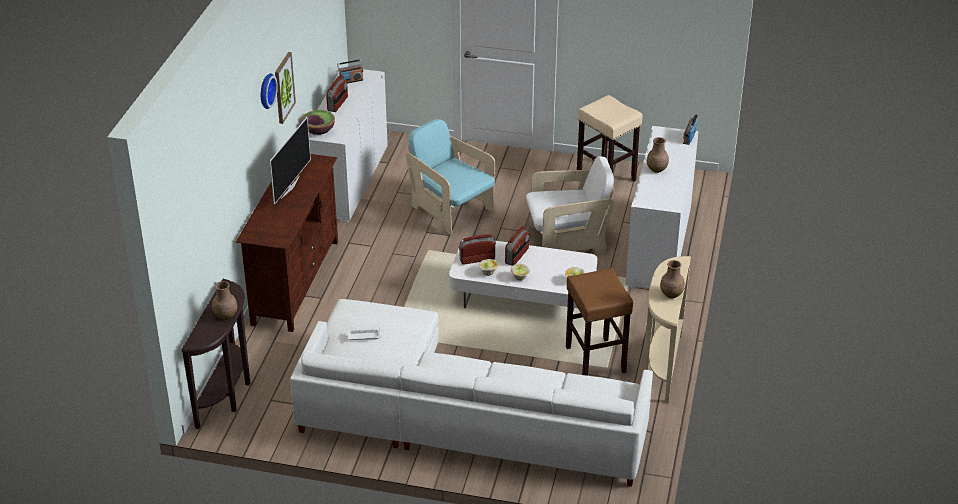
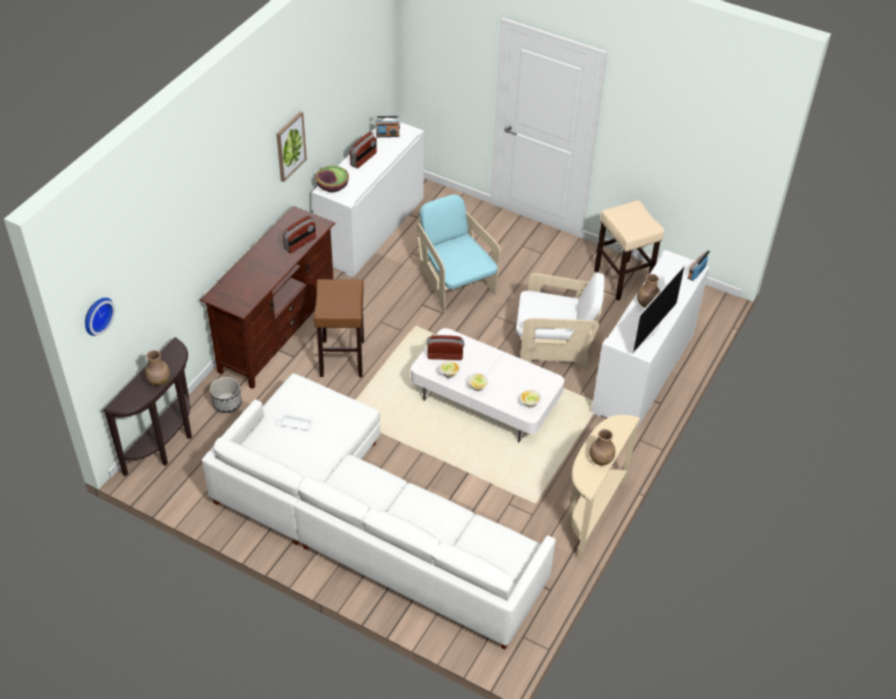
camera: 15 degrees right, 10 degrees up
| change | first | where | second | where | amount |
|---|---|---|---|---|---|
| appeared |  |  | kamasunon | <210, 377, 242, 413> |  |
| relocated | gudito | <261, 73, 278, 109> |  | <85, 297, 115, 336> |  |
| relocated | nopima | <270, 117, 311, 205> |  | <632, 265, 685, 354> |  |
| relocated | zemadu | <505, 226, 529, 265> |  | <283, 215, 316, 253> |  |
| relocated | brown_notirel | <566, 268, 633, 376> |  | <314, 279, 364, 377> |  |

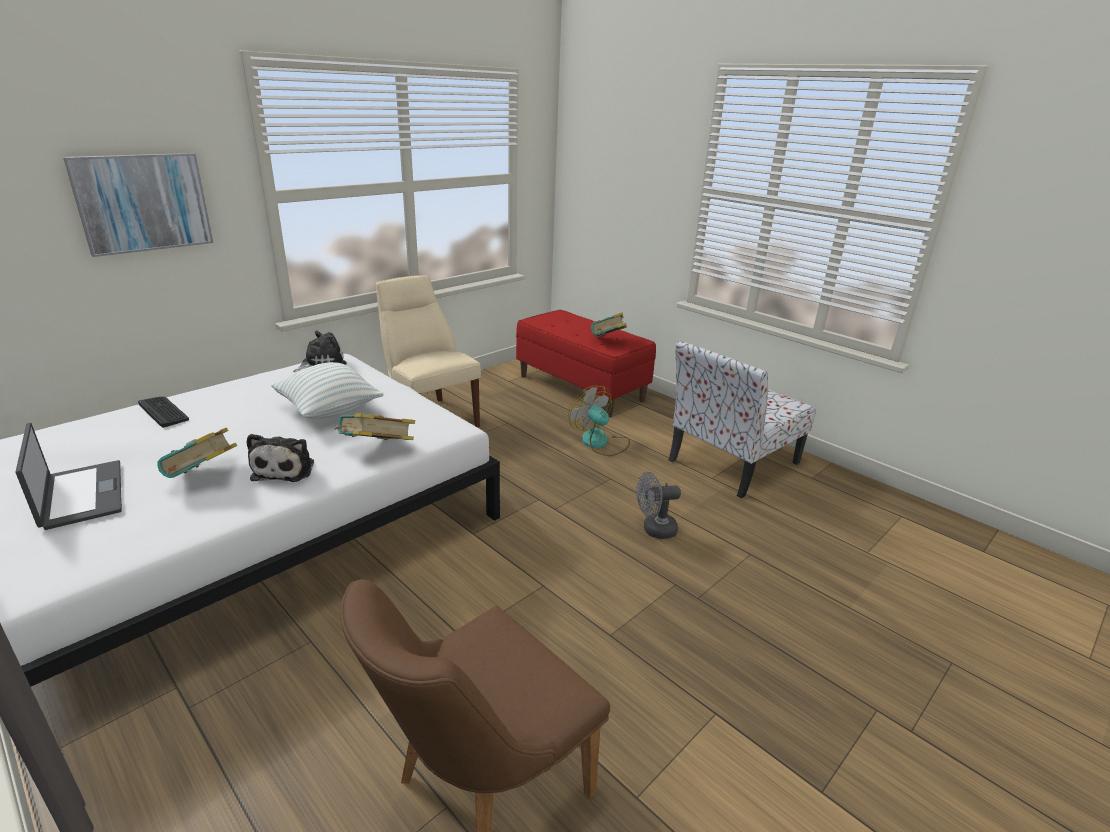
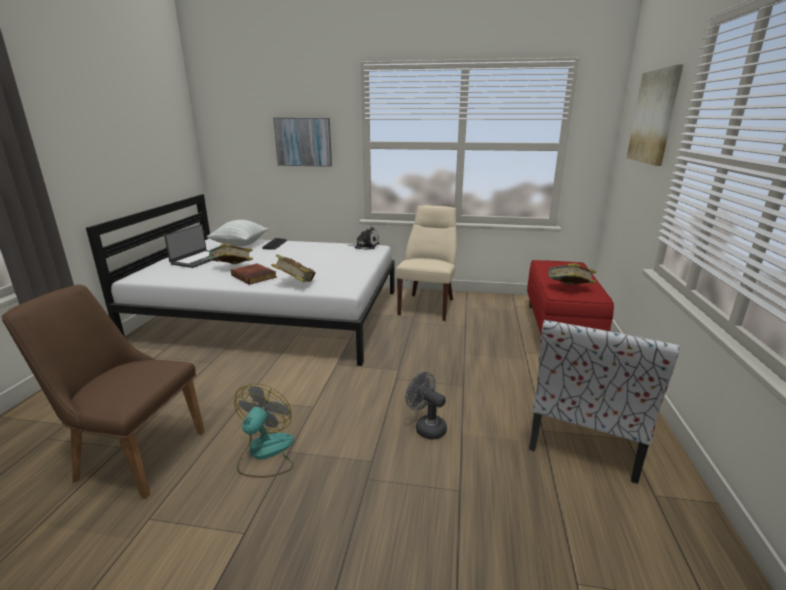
camera: 55 degrees right, 5 degrees down
| change | first | where | second | where | amount |
|---|---|---|---|---|---|
| appeared |  |  | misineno | <627, 64, 683, 166> |  |
| relocated | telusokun | <271, 362, 384, 419> |  | <206, 220, 268, 247> |  |
| relocated | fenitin | <568, 385, 630, 456> |  | <234, 383, 294, 478> |  |
| exchanged | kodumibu | <247, 434, 314, 482> | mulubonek | <231, 263, 277, 285> |  |
| spun | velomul | <668, 340, 816, 498> |  | <529, 320, 680, 484> | 75 degrees counterclockwise |

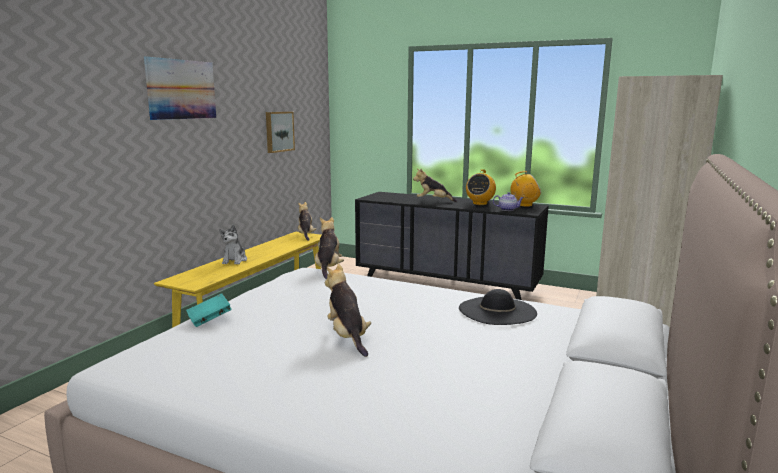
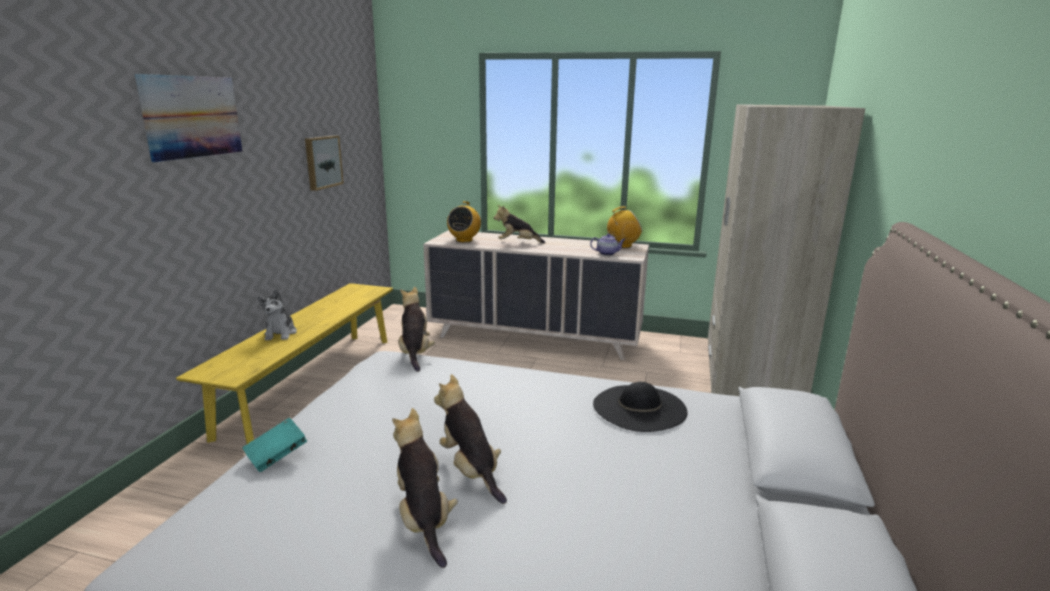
camera: 10 degrees left, 5 degrees up
| change | first | where | second | where | amount |
|---|---|---|---|---|---|
| relocated | kodumibu | <298, 202, 316, 241> |  | <392, 408, 458, 568> |  |
| relocated | zemadu | <466, 169, 496, 205> |  | <447, 201, 481, 242> |  |
| colour | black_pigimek | <355, 192, 549, 300> | beige_pigimek | <423, 230, 649, 360> |  |

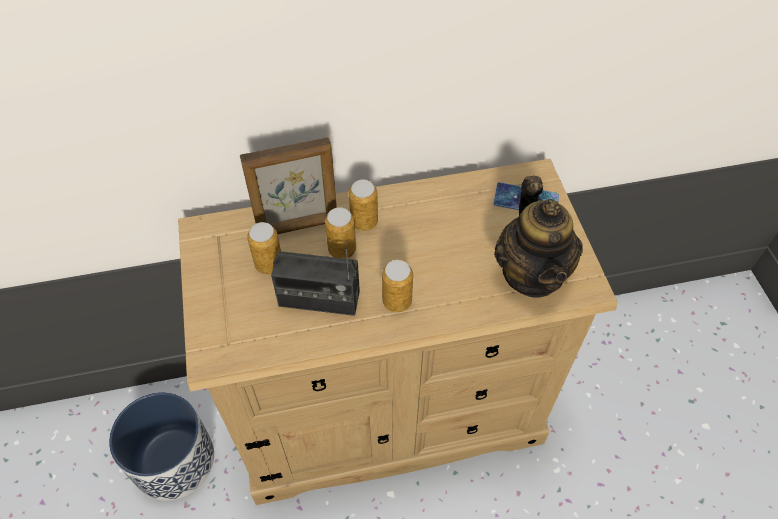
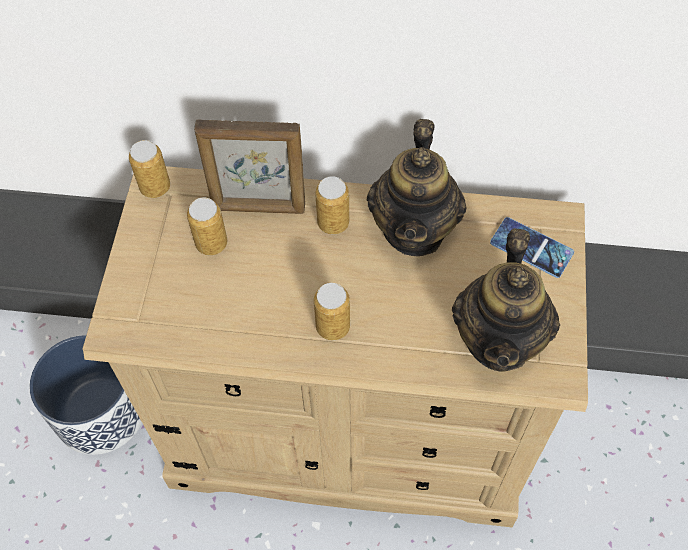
camera: 20 degrees right, 5 degrees up
| change | first | where | second | where | amount |
|---|---|---|---|---|---|
| missing | zemadu | <271, 240, 360, 316> |  |  |  |
| appeared |  |  | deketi | <367, 119, 467, 256> |  |
| relocated | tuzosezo | <325, 207, 356, 259> |  | <129, 140, 170, 198> |  |

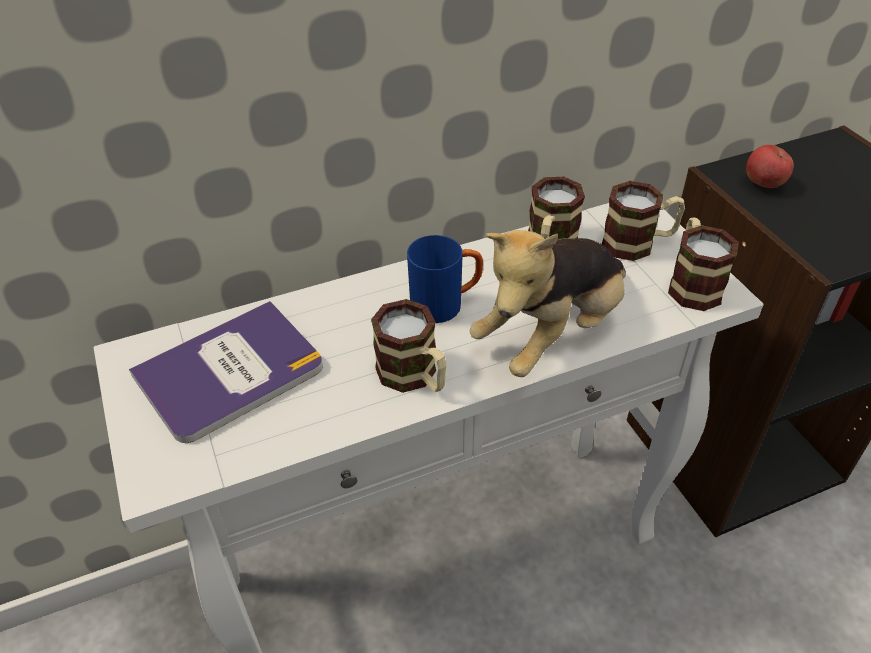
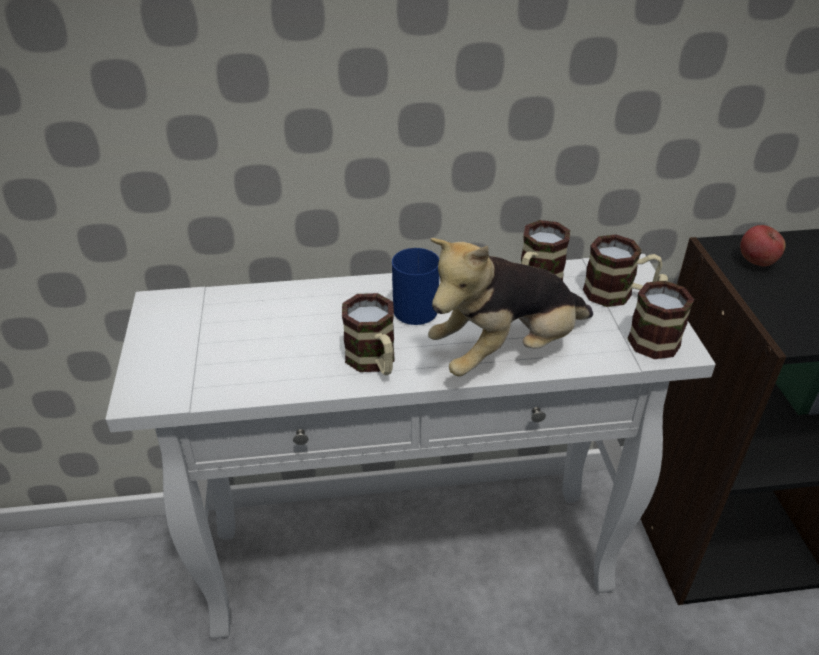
camera: 15 degrees right, 5 degrees down
| change | first | where | second | where | amount |
|---|---|---|---|---|---|
| missing | mulubonek | <129, 301, 323, 443> |  |  |  |

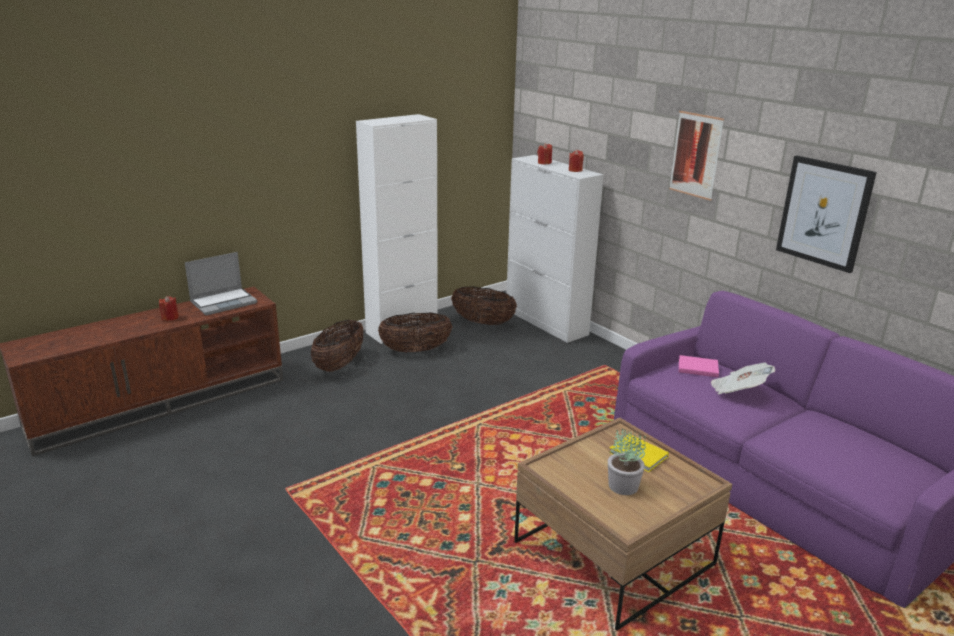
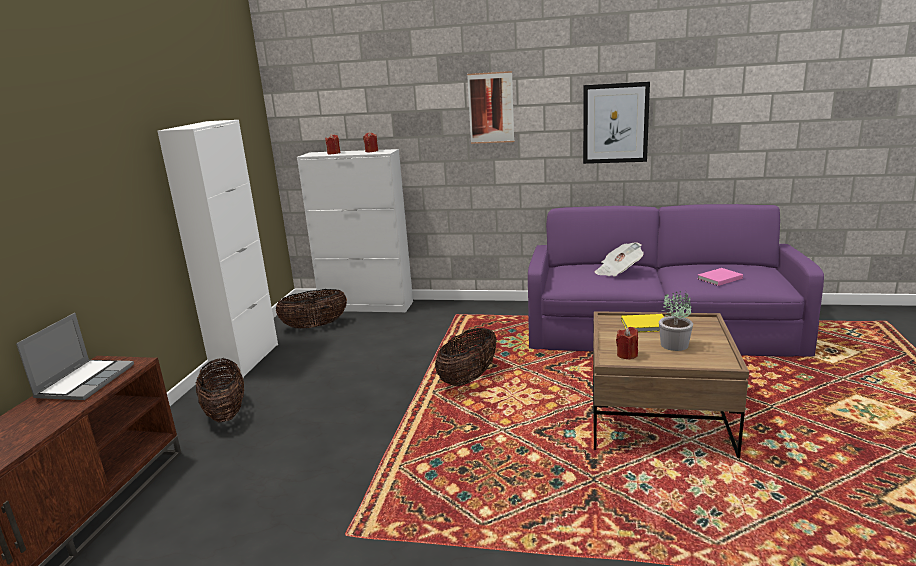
camera: 40 degrees left, 5 degrees down
| change | first | where | second | where | amount |
|---|---|---|---|---|---|
| relocated | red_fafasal | <159, 296, 179, 321> |  | <616, 327, 638, 360> |  |
| relocated | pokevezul | <378, 312, 452, 353> |  | <435, 328, 497, 386> |  |
| relocated | pink_mulubonek | <679, 355, 719, 377> |  | <697, 268, 743, 286> |  |

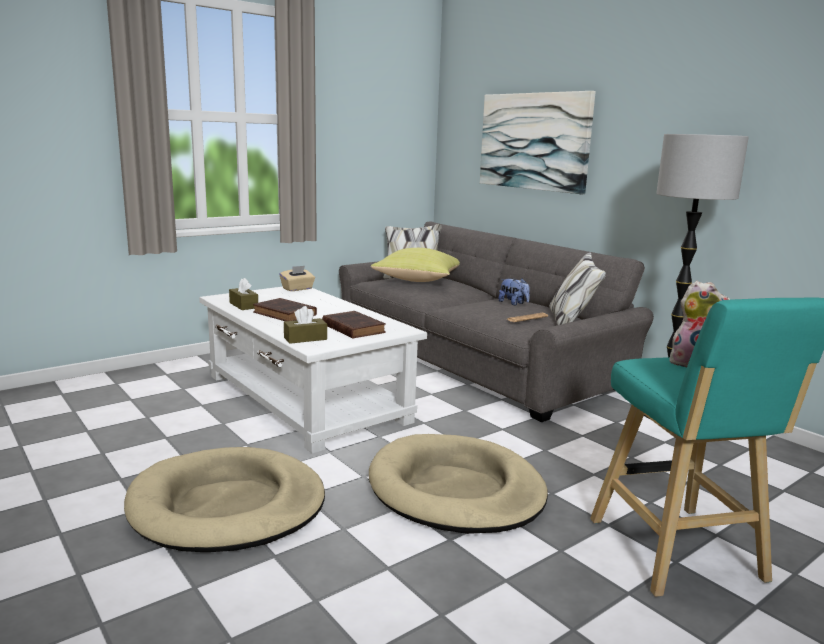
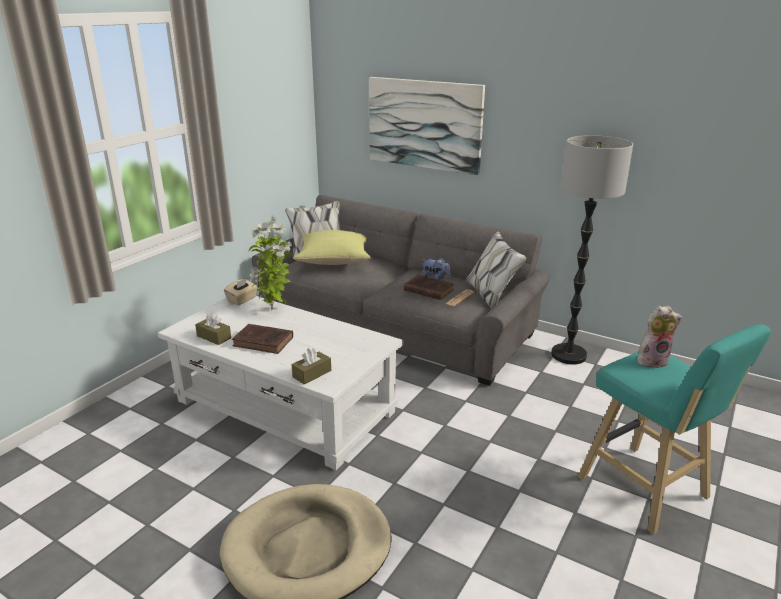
camera: 20 degrees left, 10 degrees up
| change | first | where | second | where | amount |
|---|---|---|---|---|---|
| missing | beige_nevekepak | <369, 434, 548, 534> |  |  |  |
| appeared |  |  | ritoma | <249, 221, 294, 310> |  |
| relocated | brown_mulubonek | <322, 311, 386, 339> |  | <404, 275, 454, 300> |  |

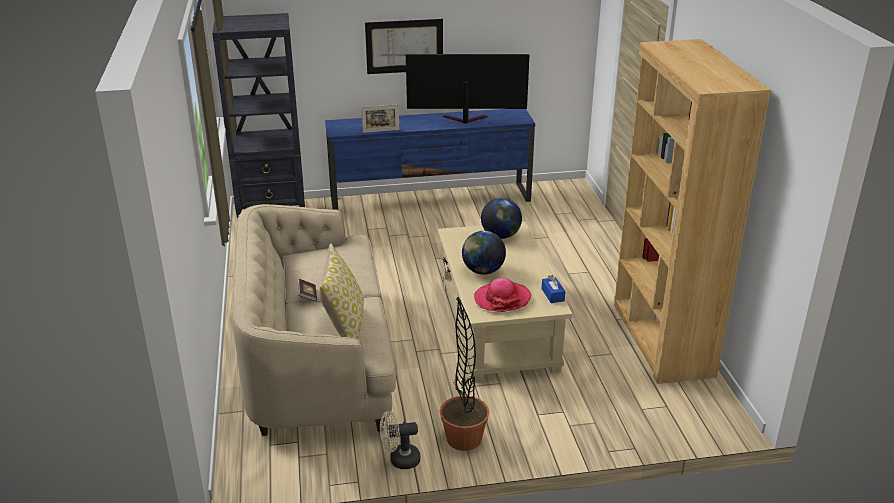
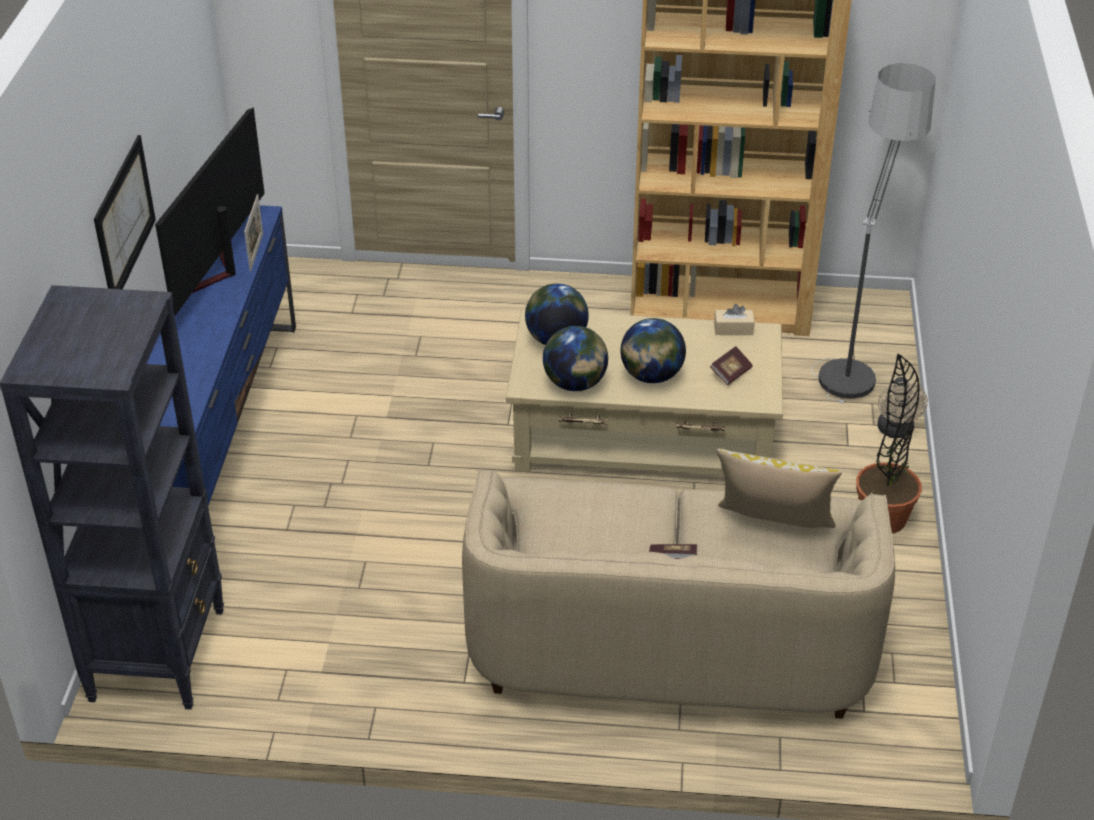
camera: 75 degrees left, 10 degrees up
| change | first | where | second | where | amount |
|---|---|---|---|---|---|
| appeared |  |  | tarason | <543, 326, 608, 391> |  |
| appeared |  |  | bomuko | <811, 63, 936, 403> |  |
| relocated | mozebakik | <361, 104, 400, 133> |  | <244, 194, 263, 271> |  |
| relocated | beige_fenitin | <380, 411, 421, 469> |  | <877, 377, 928, 438> |  |
| exchanged | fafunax | <474, 278, 531, 312> | mulubonek | <710, 346, 753, 385> |  |
| colour | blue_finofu | <542, 275, 565, 303> | beige_finofu | <714, 304, 755, 335> |  |

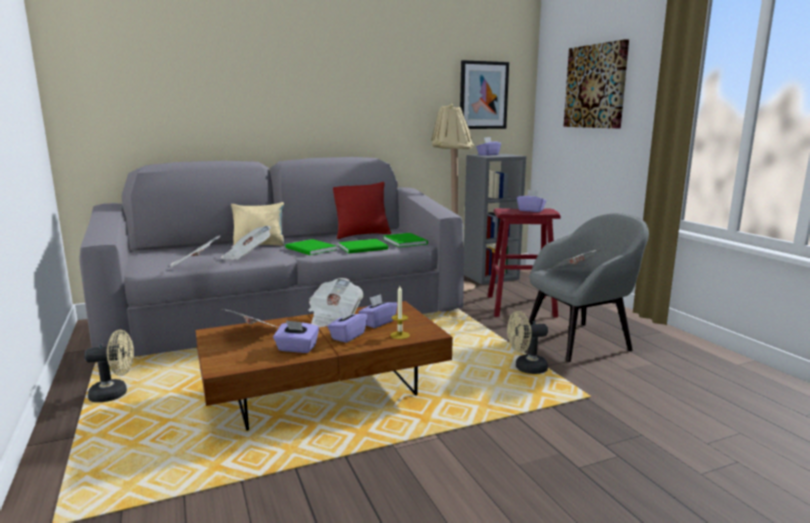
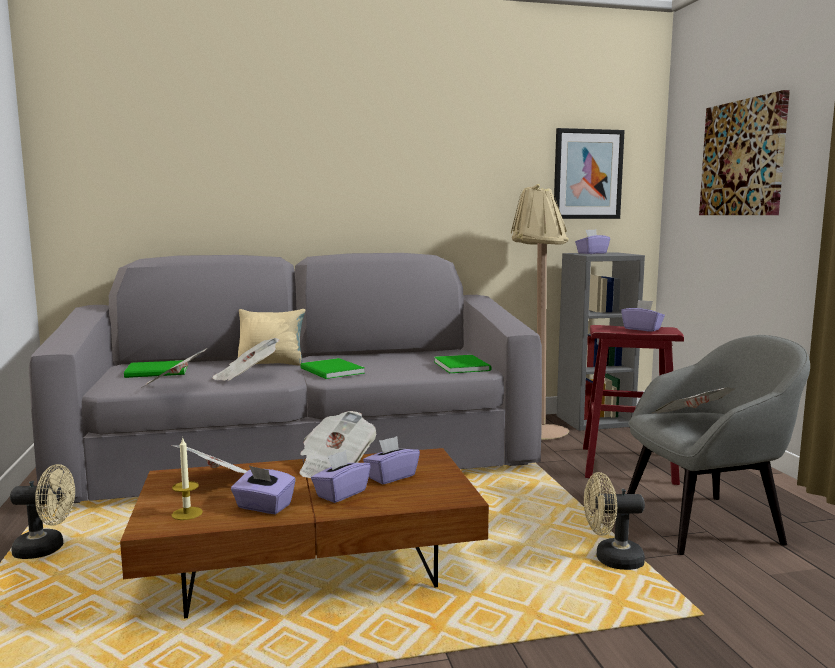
camera: 10 degrees right, 5 degrees down
| change | first | where | second | where | amount |
|---|---|---|---|---|---|
| missing | red_telusokun | <333, 182, 391, 239> |  |  |  |
| relocated | green_mulubonek | <339, 239, 388, 253> |  | <124, 360, 188, 378> |  |
| relocated | fafasal | <390, 286, 410, 339> |  | <171, 437, 203, 520> |  |

